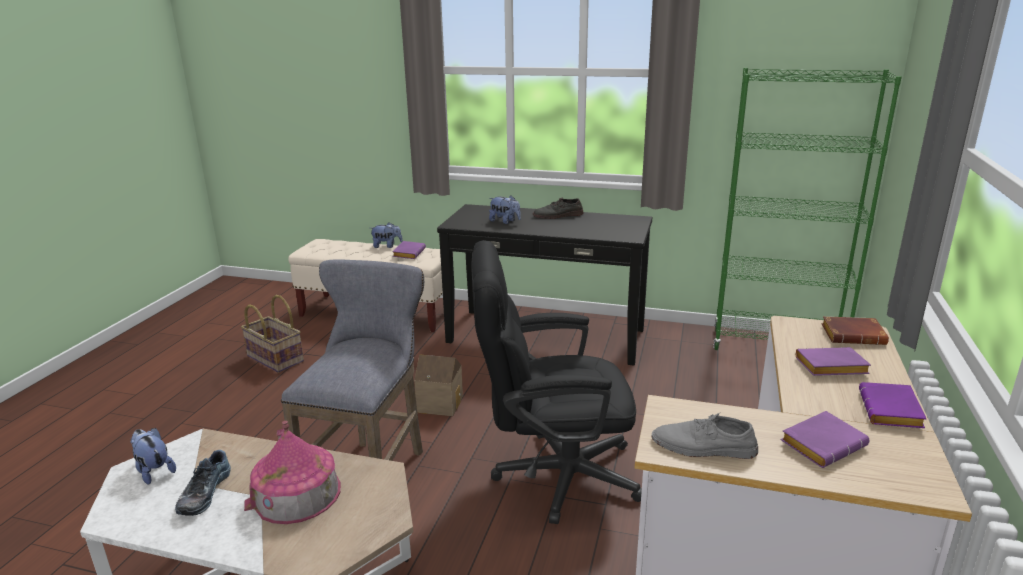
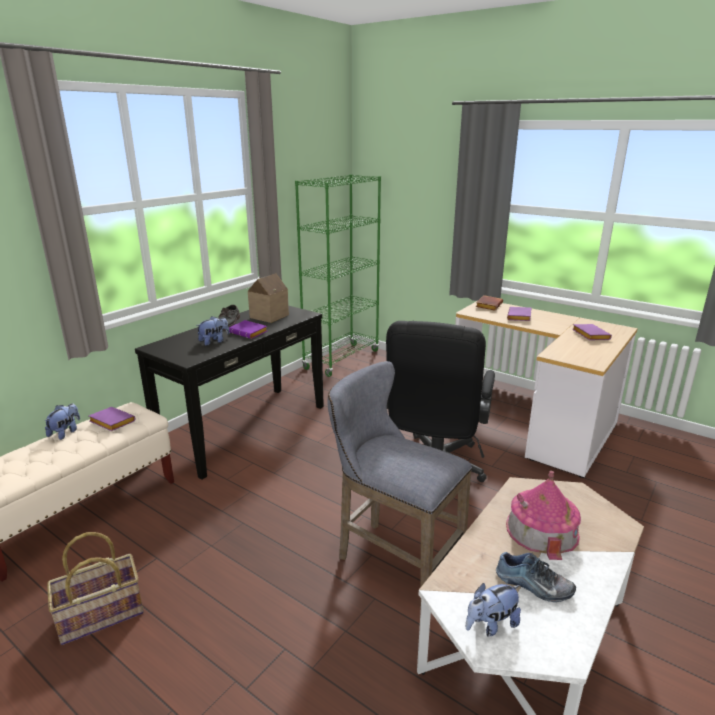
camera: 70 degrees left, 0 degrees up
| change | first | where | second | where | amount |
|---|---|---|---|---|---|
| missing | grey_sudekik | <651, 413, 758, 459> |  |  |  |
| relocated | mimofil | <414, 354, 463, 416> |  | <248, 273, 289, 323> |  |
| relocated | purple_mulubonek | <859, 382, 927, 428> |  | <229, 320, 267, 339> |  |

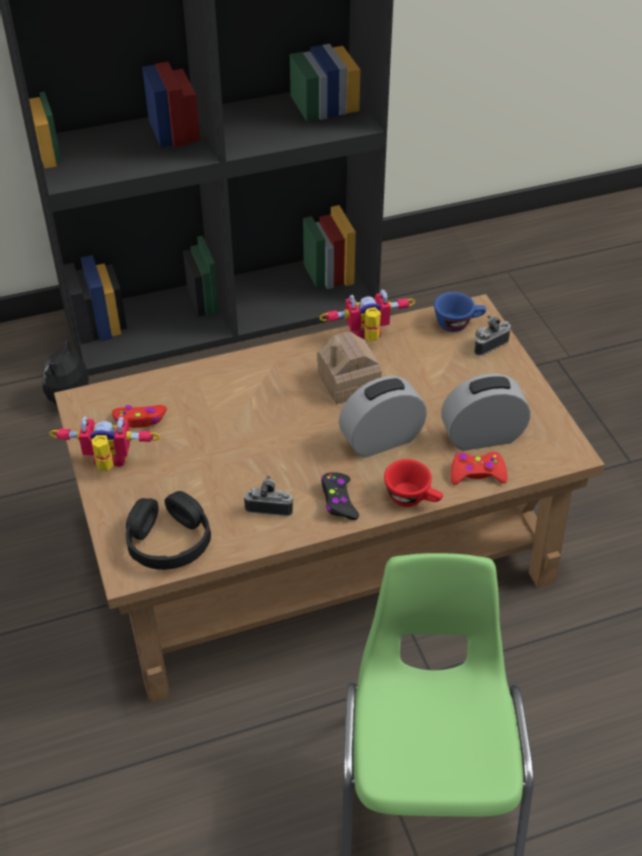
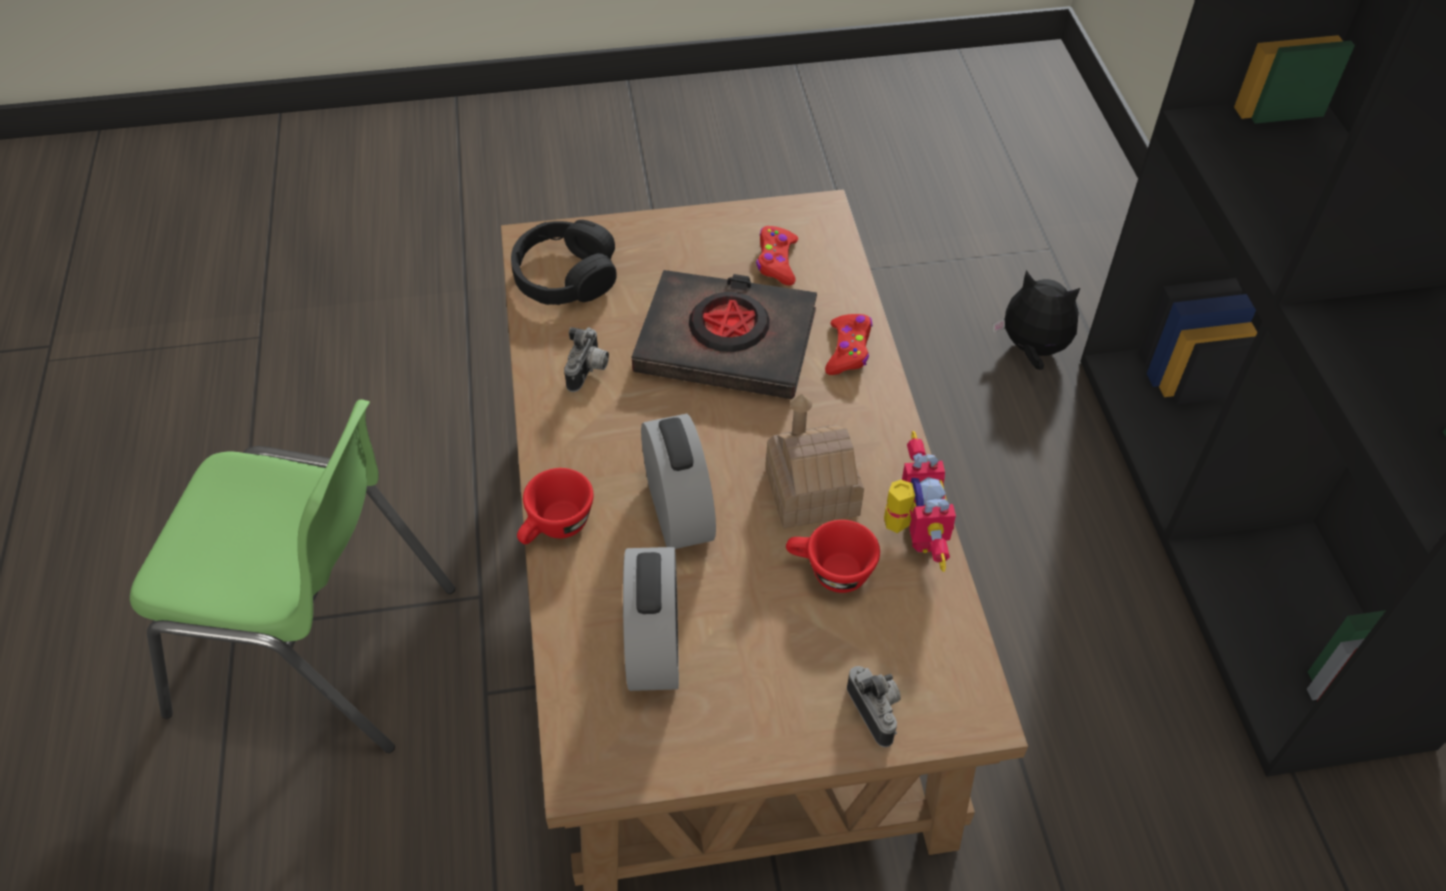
camera: 100 degrees right, 5 degrees up
| change | first | where | second | where | amount |
|---|---|---|---|---|---|
| missing | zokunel | <49, 416, 160, 471> |  |  |  |
| missing | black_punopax | <321, 472, 359, 520> |  |  |  |
| missing | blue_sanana | <434, 292, 486, 332> |  |  |  |
| appeared |  |  | black_mulubonek | <632, 270, 817, 399> |  |
| appeared |  |  | red_sanana | <786, 520, 880, 593> |  |
| relocated | red_punopax | <451, 452, 508, 485> |  | <825, 314, 872, 375> |  |

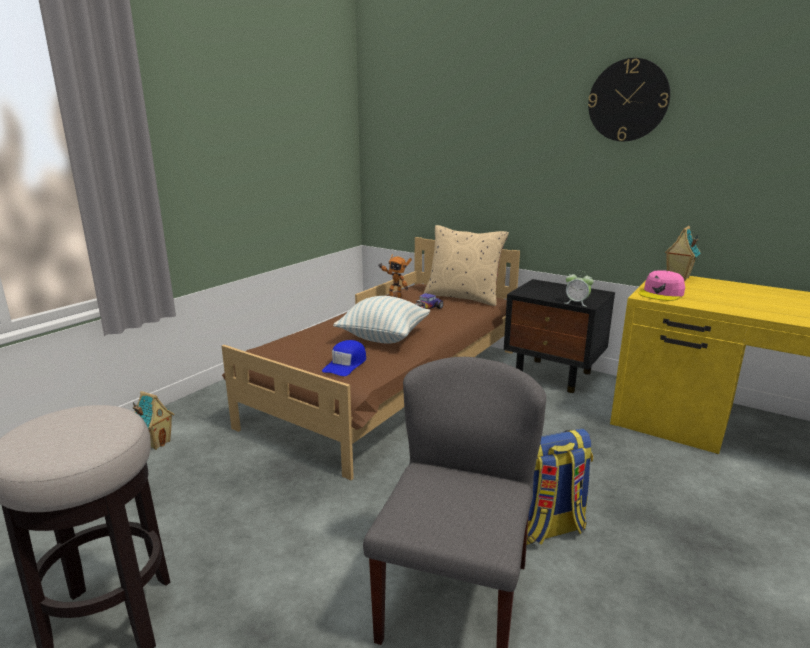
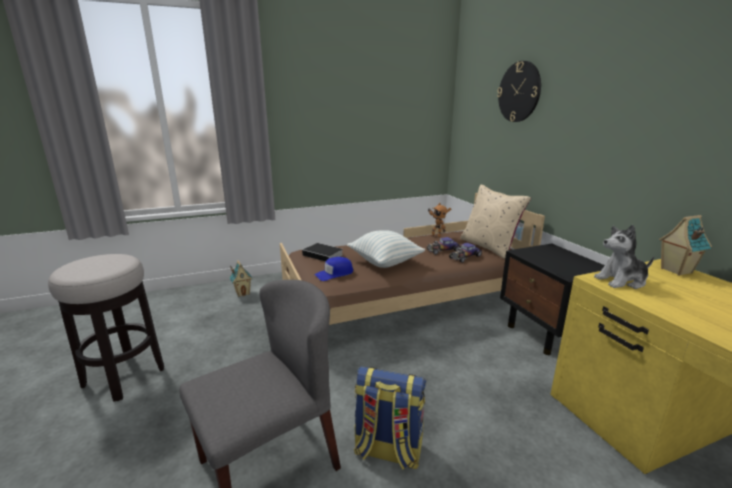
camera: 35 degrees right, 0 degrees up
| change | first | where | second | where | amount |
|---|---|---|---|---|---|
| missing | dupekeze | <565, 271, 594, 307> |  |  |  |
| appeared |  |  | mulubonek | <302, 243, 343, 262> |  |
| appeared |  |  | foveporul | <449, 243, 482, 263> |  |
| relocated | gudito | <588, 58, 670, 141> |  | <497, 61, 541, 122> |  |
| exchanged | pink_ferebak | <639, 270, 685, 301> | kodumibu | <594, 225, 654, 289> |  |

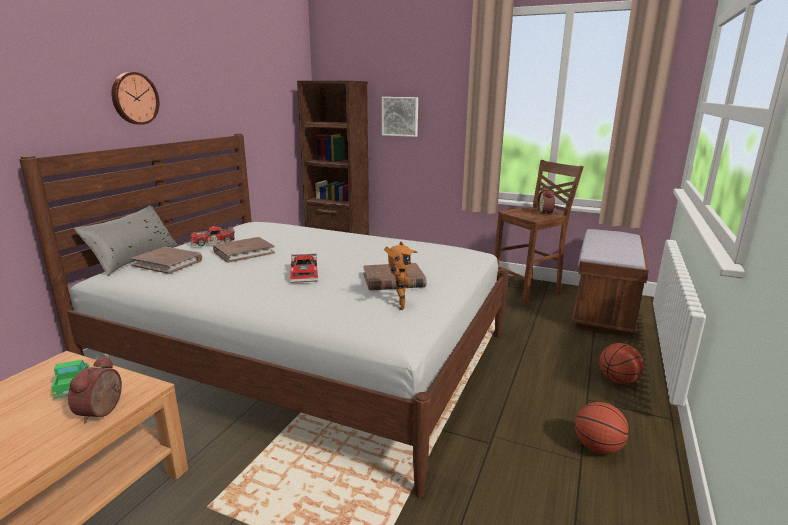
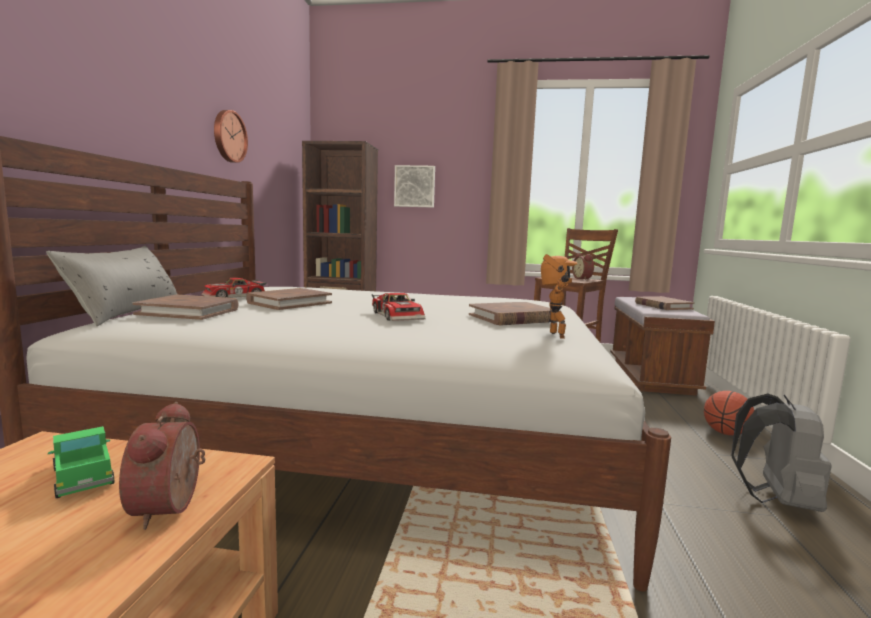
camera: 15 degrees left, 10 degrees down
| change | first | where | second | where | amount |
|---|---|---|---|---|---|
| appeared |  |  | brown_mulubonek | <635, 296, 695, 310> |  |
| relocated | gudito | <111, 72, 159, 125> |  | <214, 110, 248, 163> |  |
| exchanged | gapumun | <575, 402, 629, 455> | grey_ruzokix | <731, 394, 832, 512> |  |

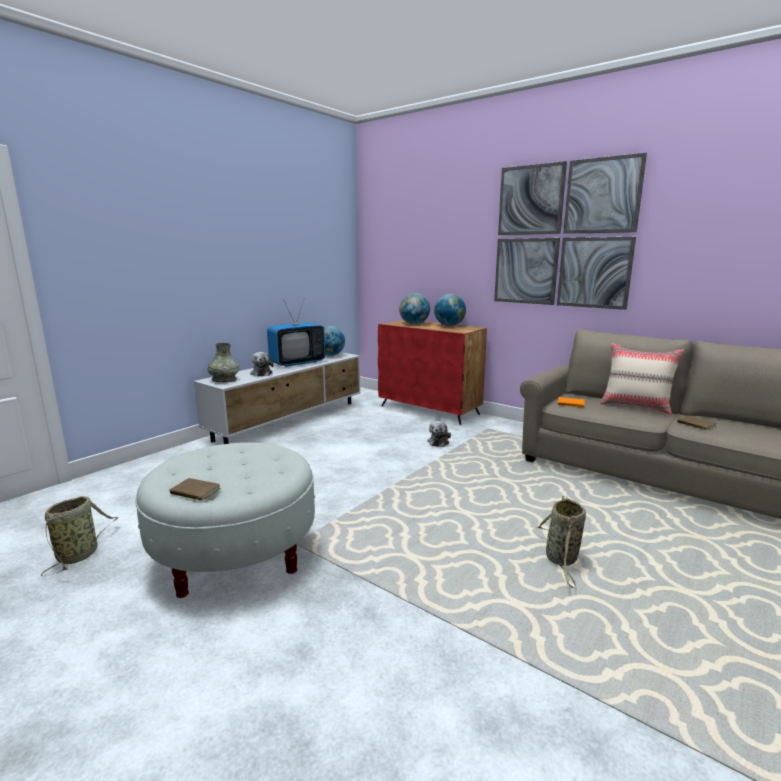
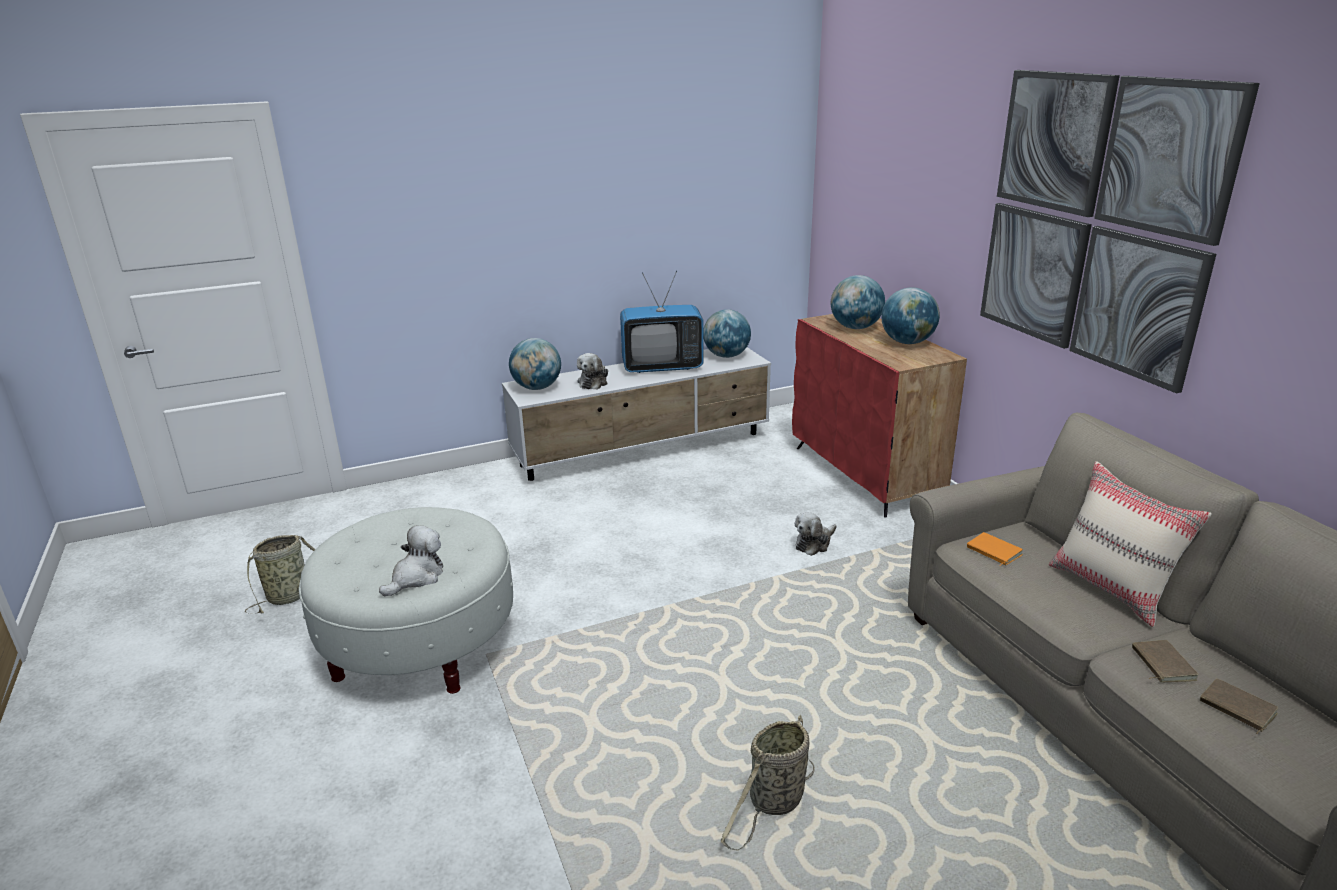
camera: 30 degrees right, 10 degrees up
| change | first | where | second | where | amount |
|---|---|---|---|---|---|
| appeared |  |  | kodumibu | <379, 525, 443, 596> |  |
| relocated | brown_mulubonek | <169, 478, 221, 502> |  | <1200, 678, 1279, 734> |  |
| exchanged | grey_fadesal | <208, 343, 239, 382> | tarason | <509, 338, 561, 390> |  |

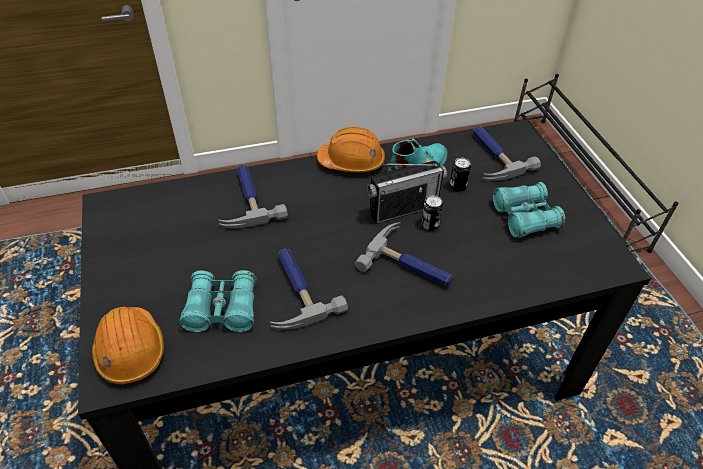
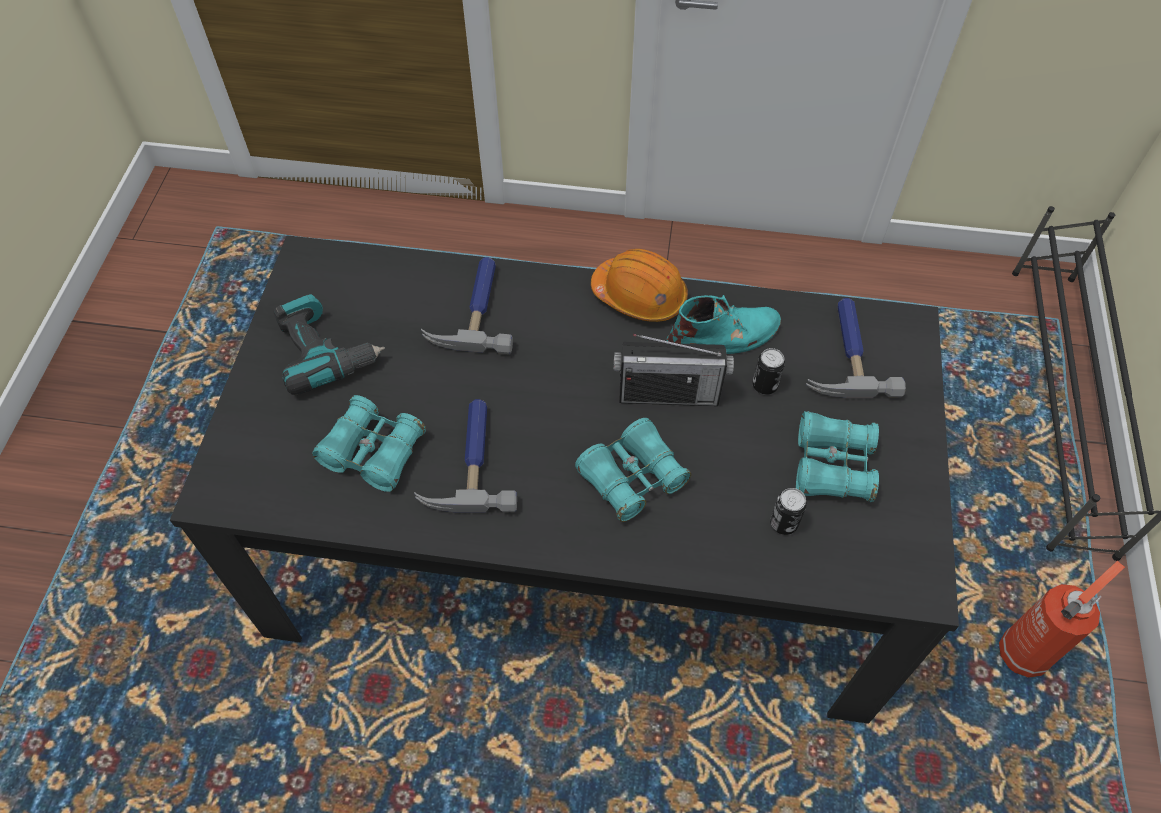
camera: 25 degrees right, 10 degrees up
| change | first | where | second | where | amount |
|---|---|---|---|---|---|
| missing | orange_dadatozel | <92, 307, 164, 384> |  |  |  |
| appeared |  |  | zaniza | <274, 294, 385, 395> |  |
| appeared |  |  | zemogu | <999, 561, 1125, 678> |  |
| relocated | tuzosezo | <421, 195, 443, 231> |  | <770, 488, 807, 535> |  |
| exchanged | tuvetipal | <355, 222, 453, 286> | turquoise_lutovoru | <575, 418, 691, 522> |  |

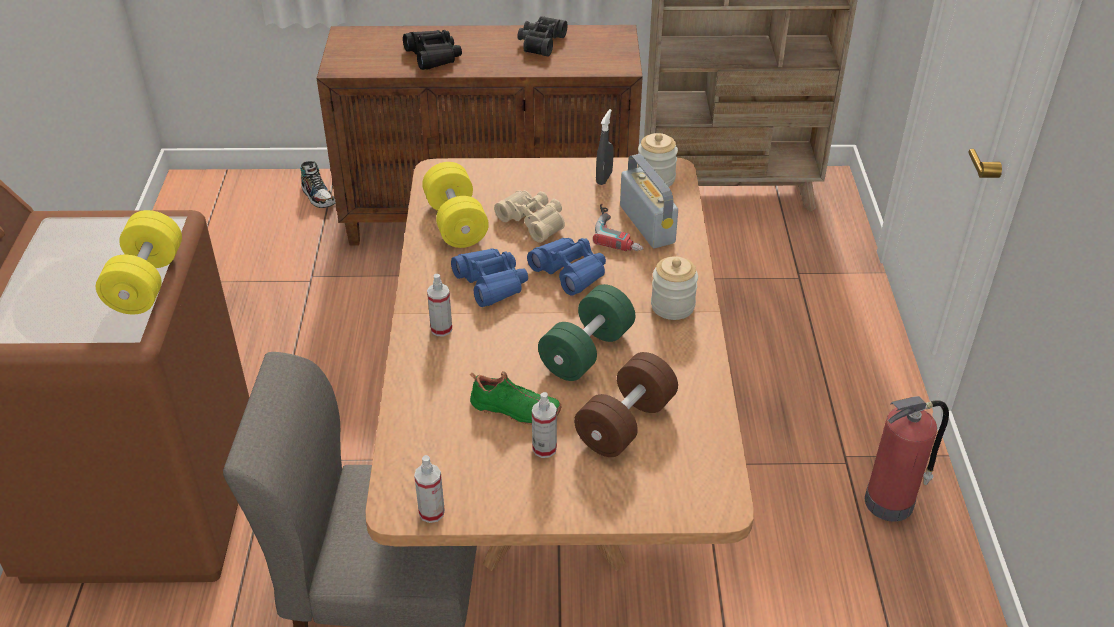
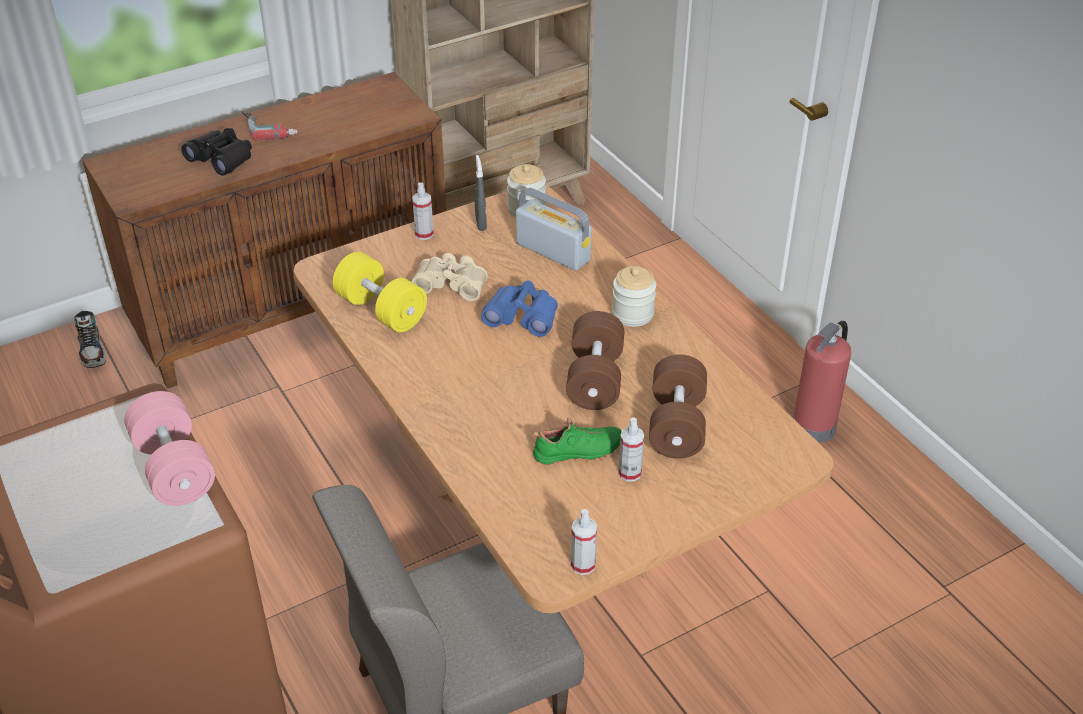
camera: 30 degrees left, 0 degrees up
| change | first | where | second | where | amount |
|---|---|---|---|---|---|
| missing | blue_lutovoru | <451, 248, 528, 307> |  |  |  |
| missing | black_lutovoru | <518, 16, 568, 57> |  |  |  |
| relocated | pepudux | <427, 274, 452, 337> |  | <412, 182, 434, 240> |  |
| relocated | zaniza | <593, 204, 644, 251> |  | <242, 111, 298, 141> |  |
| colour | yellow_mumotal | <96, 210, 182, 314> | pink_mumotal | <124, 391, 215, 506> |  |
| colour | green_mumotal | <538, 284, 635, 381> | brown_mumotal | <566, 311, 624, 410> |  |
| spun | sudekik | <300, 161, 336, 208> |  | <74, 311, 106, 368> | 45 degrees clockwise |

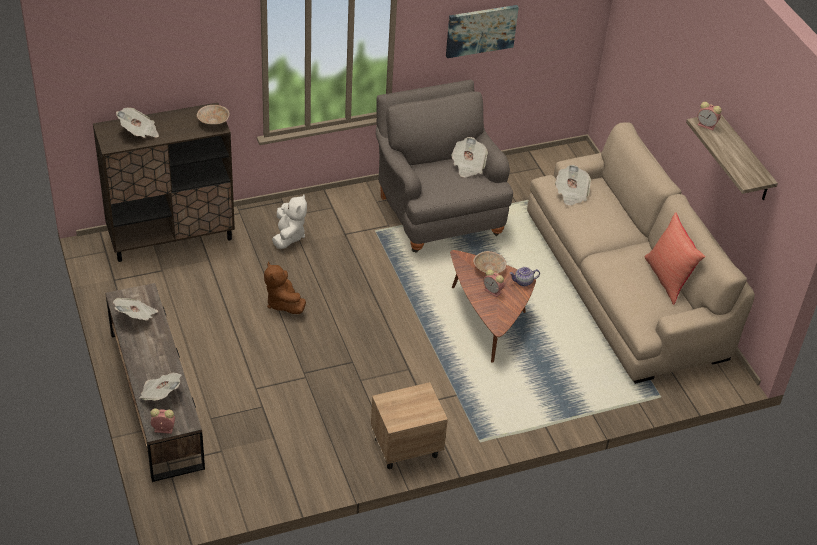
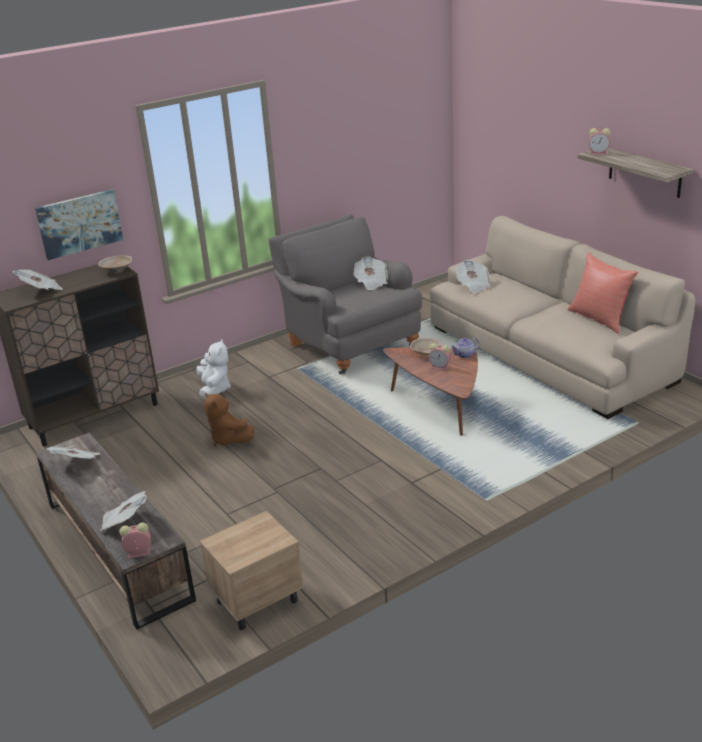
camera: 10 degrees left, 15 degrees down
| change | first | where | second | where | amount |
|---|---|---|---|---|---|
| relocated | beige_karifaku | <371, 382, 448, 469> |  | <200, 511, 304, 630> |  |
| relocated | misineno | <446, 5, 519, 58> |  | <35, 189, 123, 260> |  |

